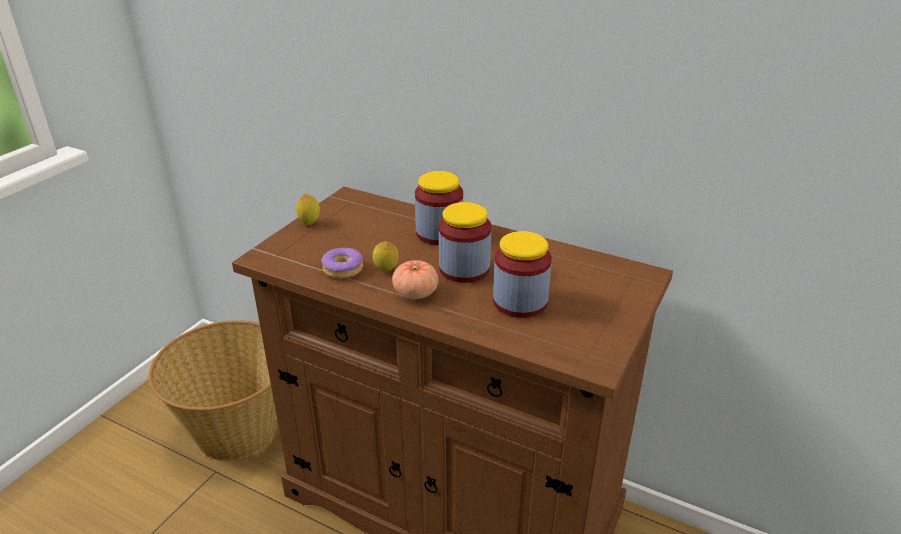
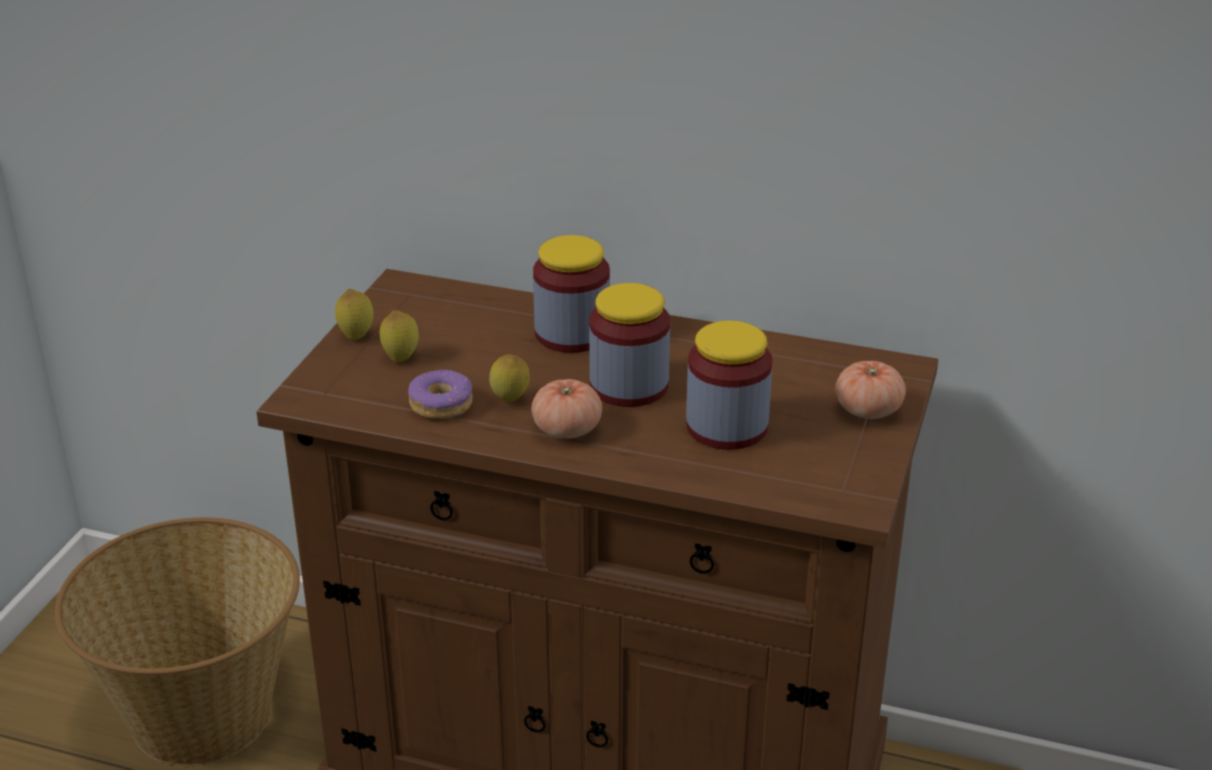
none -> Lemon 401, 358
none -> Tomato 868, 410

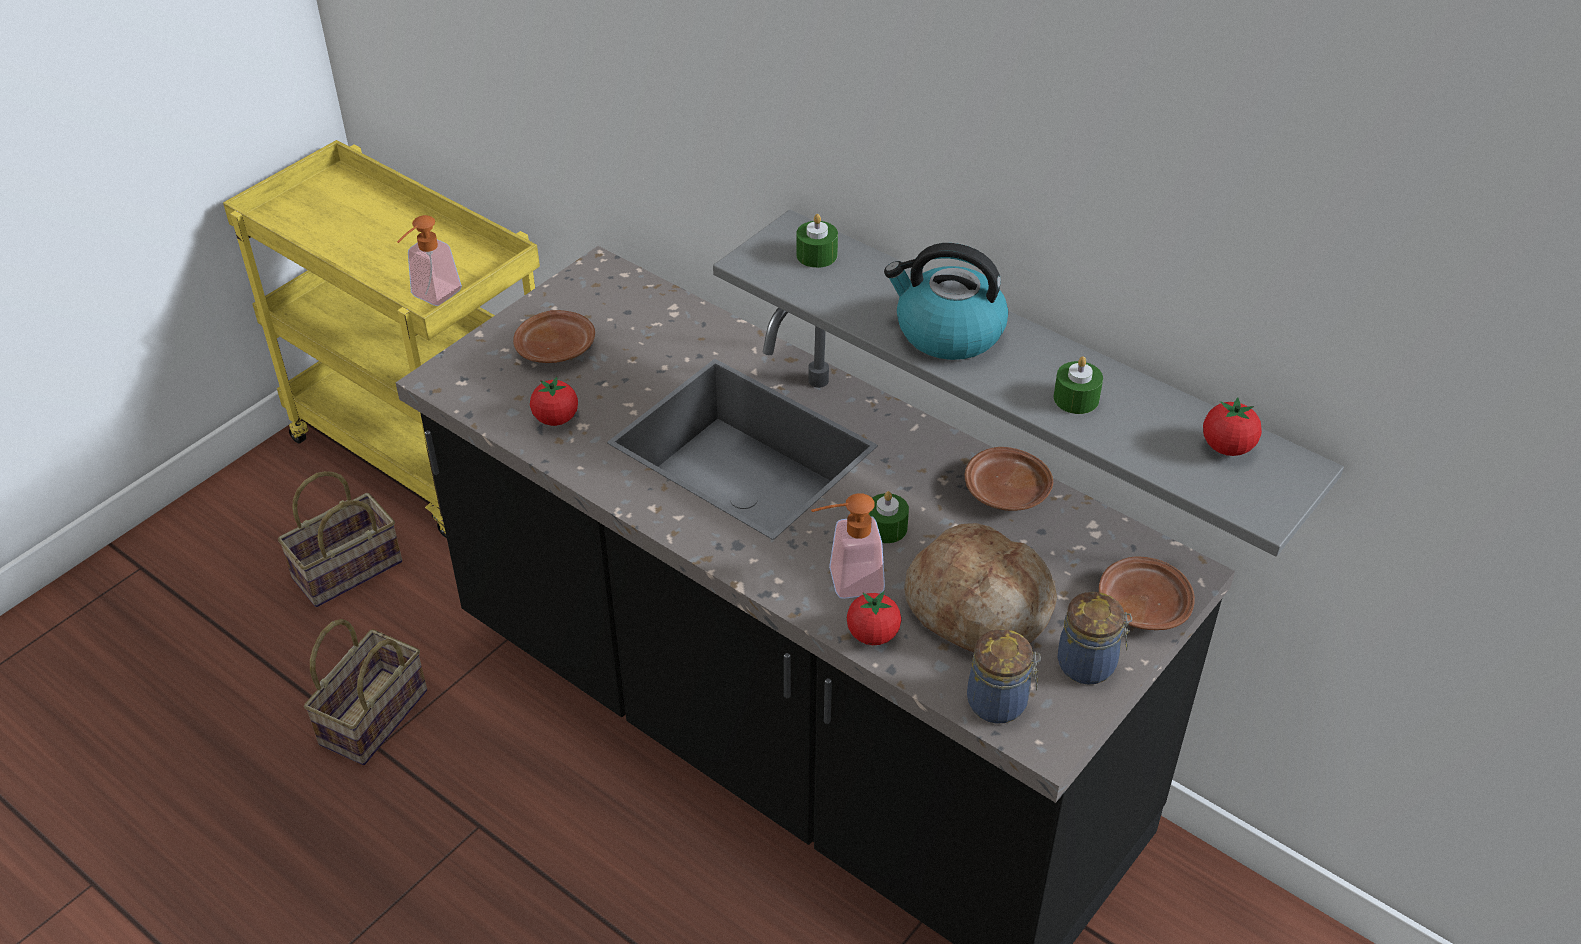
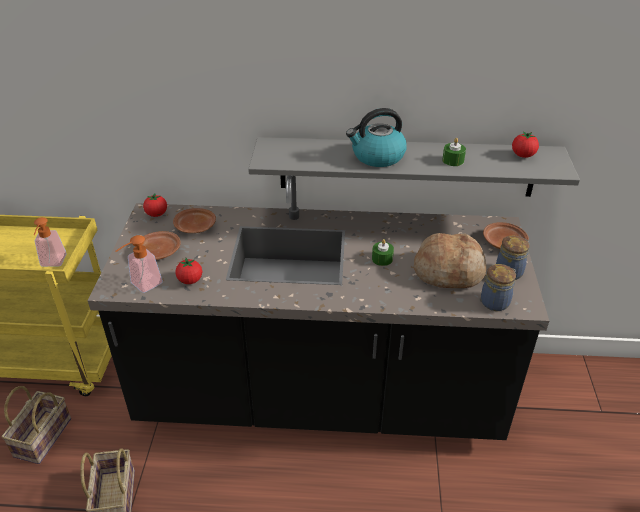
GreenCandle 816, 255 -> none
SoapDispenser 845, 582 -> SoapDispenser 142, 286, move
Tomato 873, 634 -> Tomato 156, 214, move
BrownPlate 1007, 492 -> BrownPlate 196, 227, move

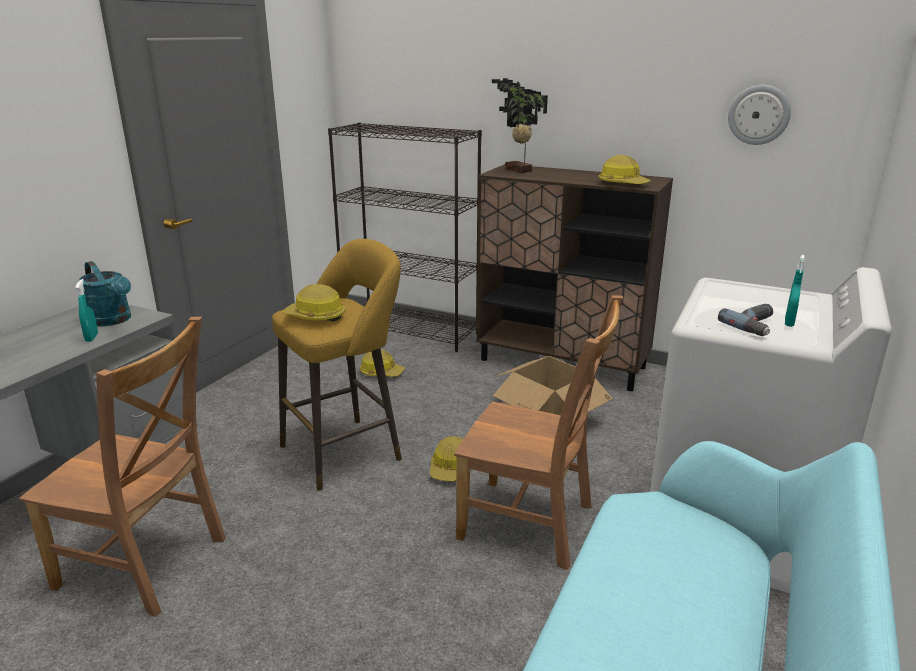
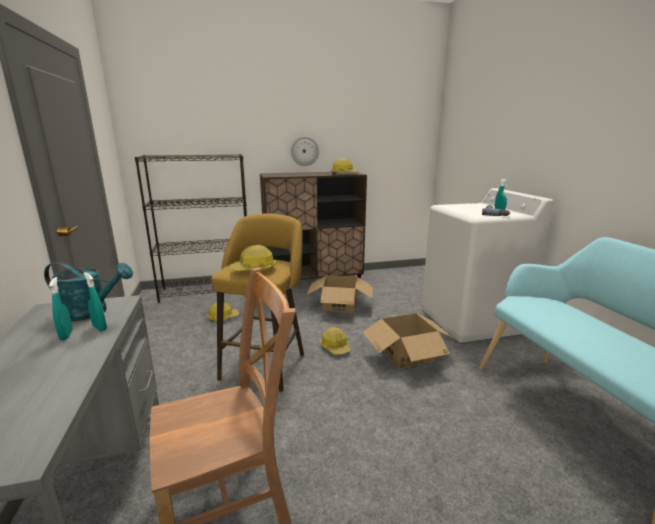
BrownChair 532, 524 -> CardboardBox 406, 354
PottedPlant 517, 170 -> none
WallClock 759, 115 -> WallClock 304, 151, move
none -> TurquoiseSprayBottle 66, 335

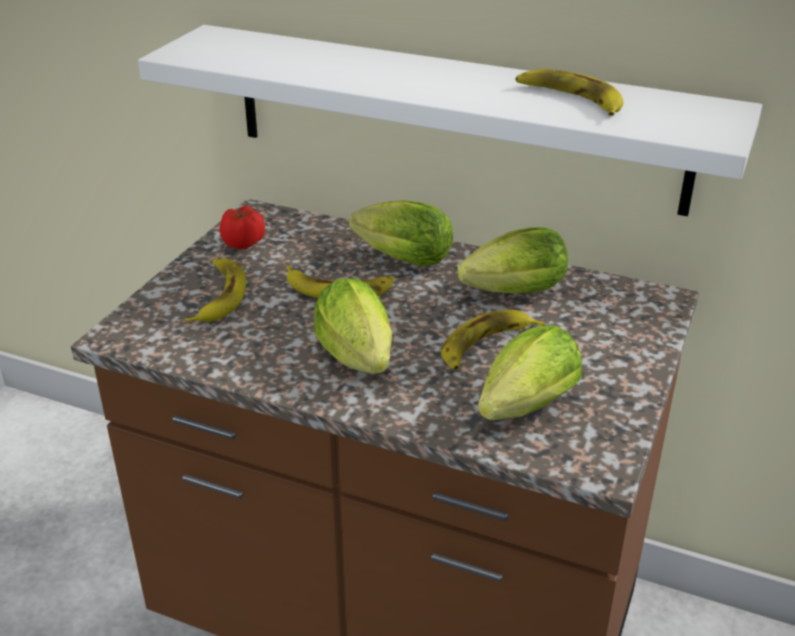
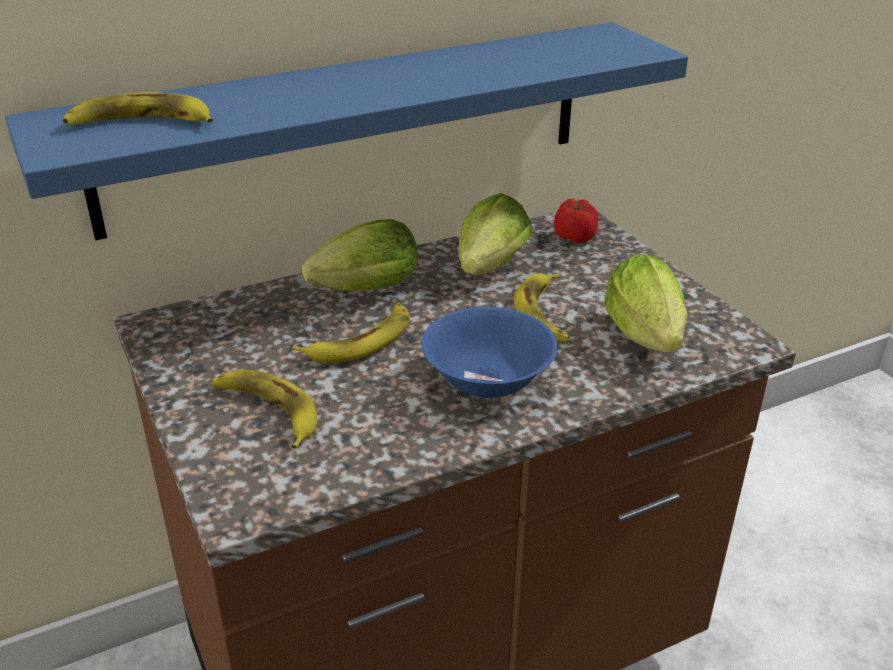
WhiteShelf 454, 117 -> BlueShelf 350, 126
Tomato 244, 243 -> Tomato 575, 236, move
Lettuce 359, 361 -> BlueBowl 487, 382
Banana 570, 99 -> Banana 141, 123, move

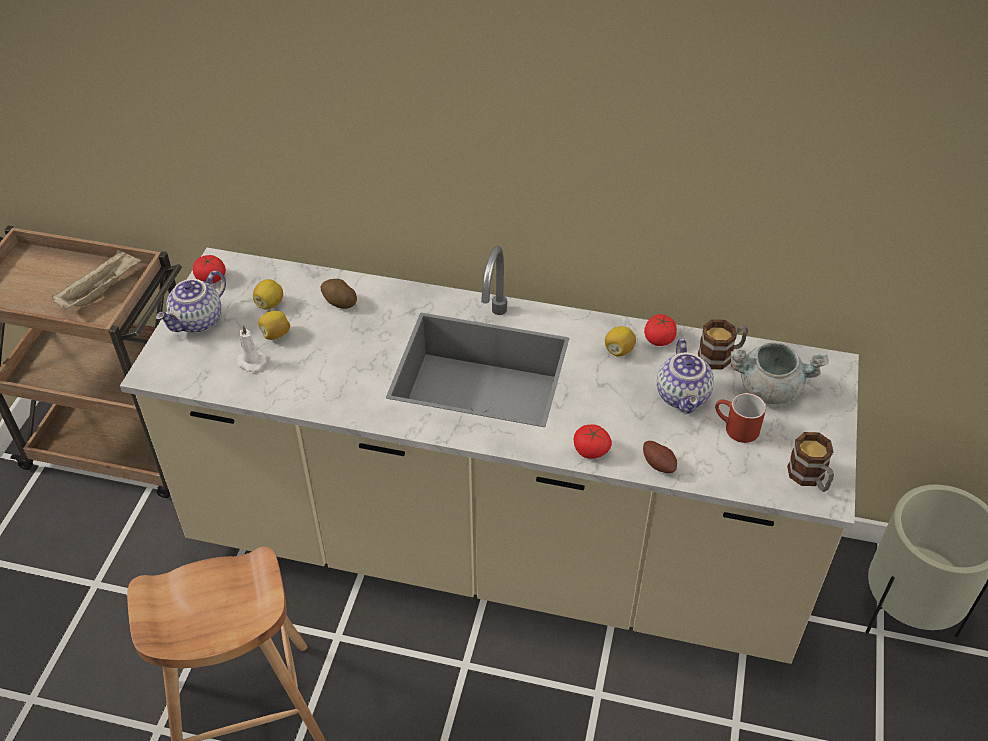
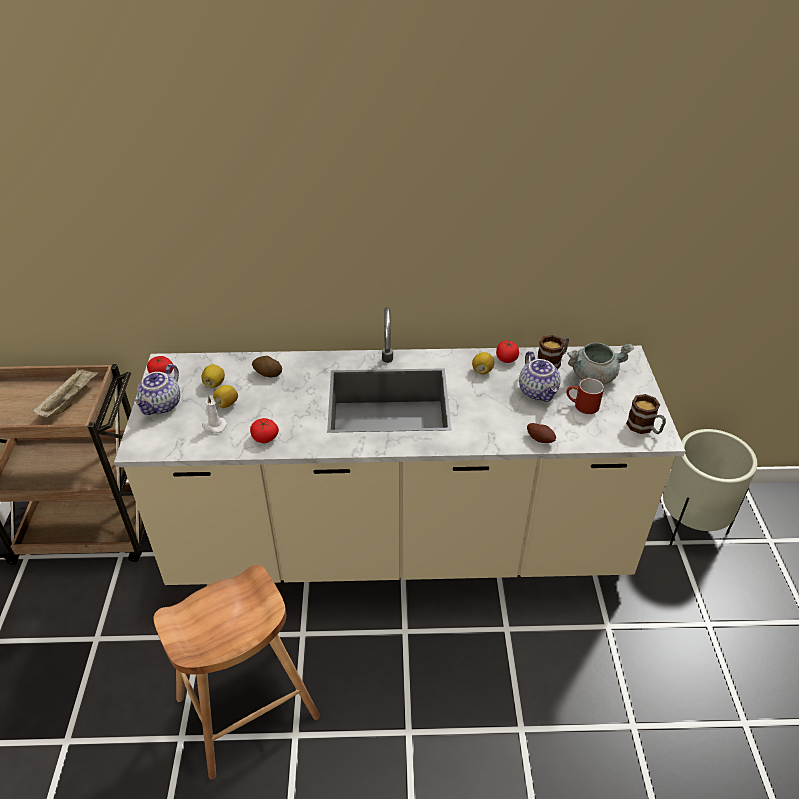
Tomato 591, 450 -> Tomato 265, 437, move

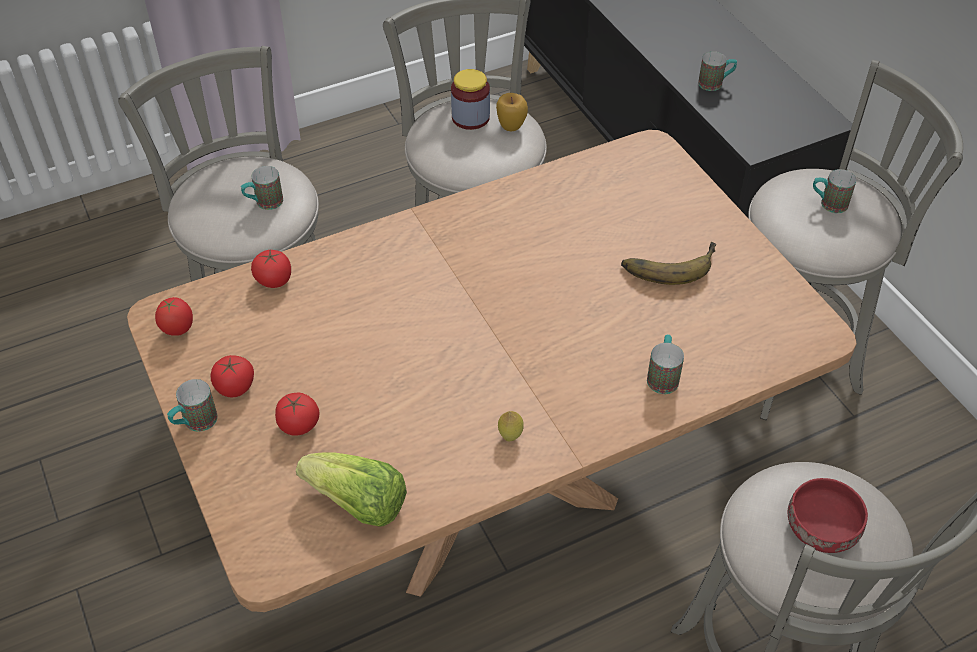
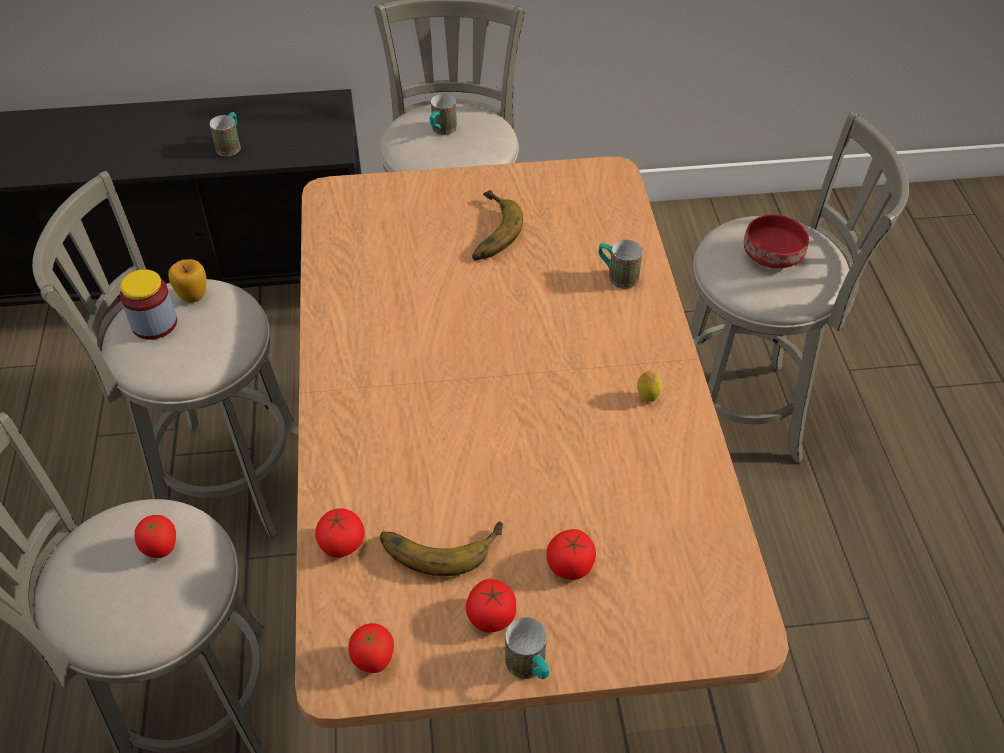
Mug 264, 203 -> Tomato 161, 549
Lettuce 358, 504 -> none
none -> Banana 440, 541

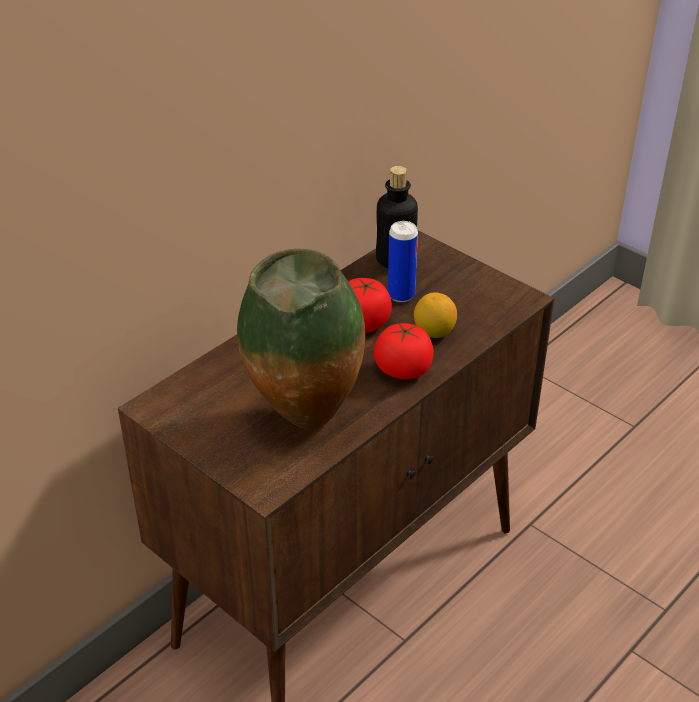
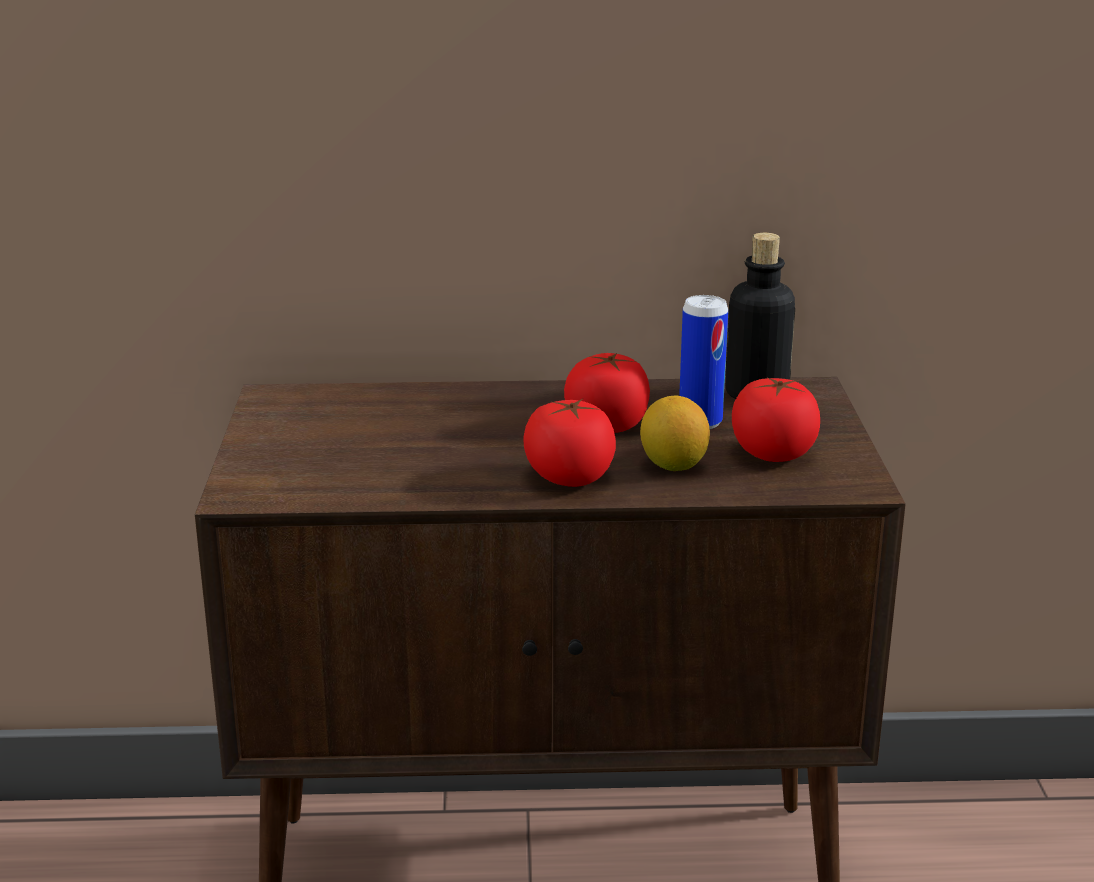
Vase 305, 423 -> none
none -> Tomato 773, 453

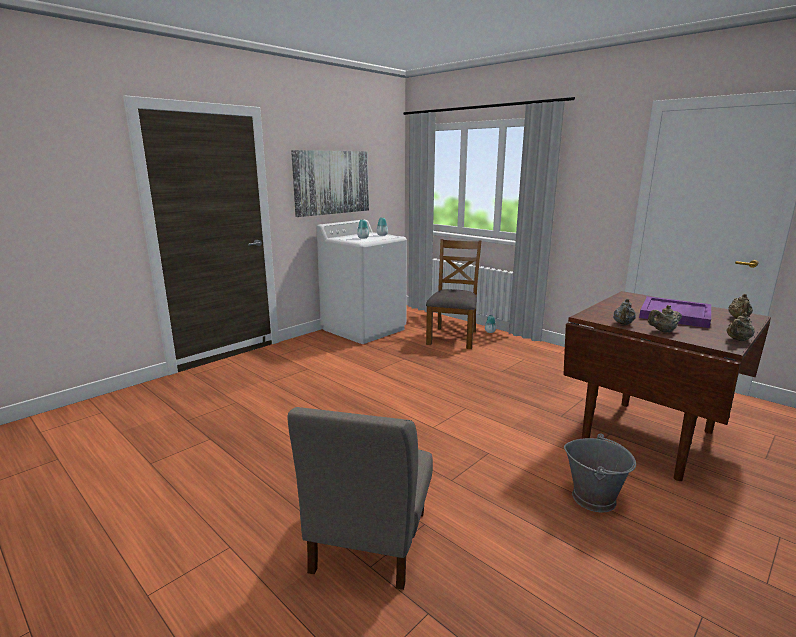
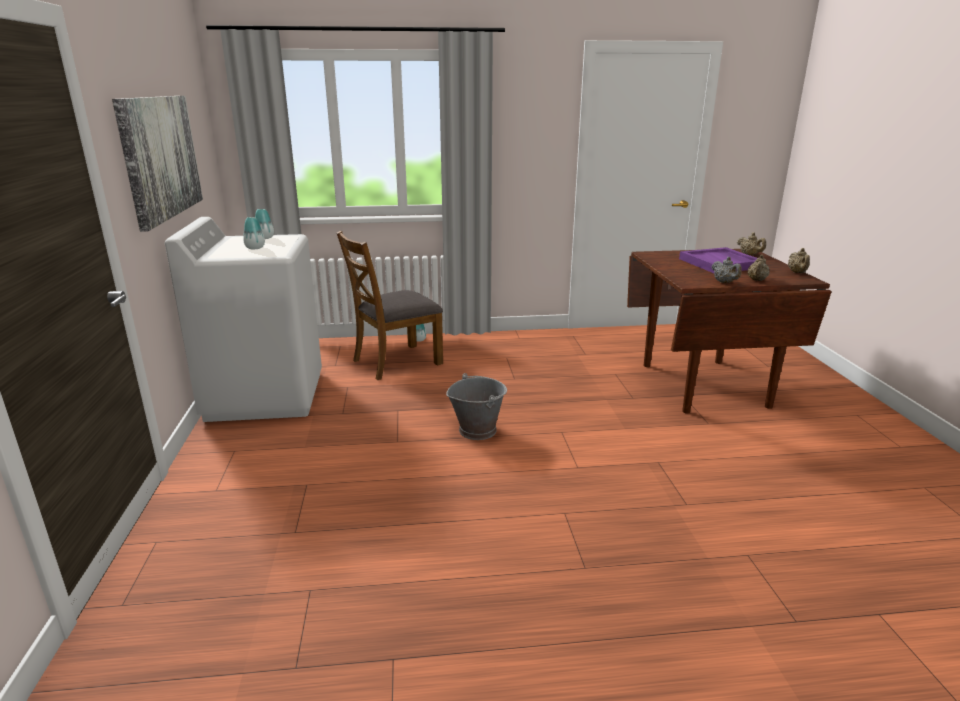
GreyChair 369, 541 -> none
BrownChair 453, 337 -> BrownChair 396, 362, 90 degrees counterclockwise
GreyBucket 594, 498 -> GreyBucket 477, 430, move

